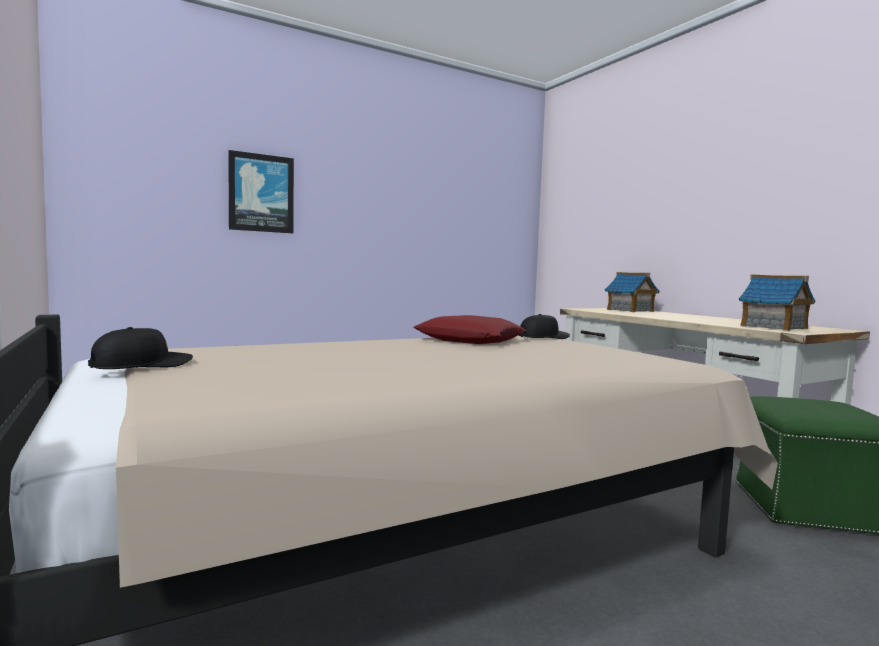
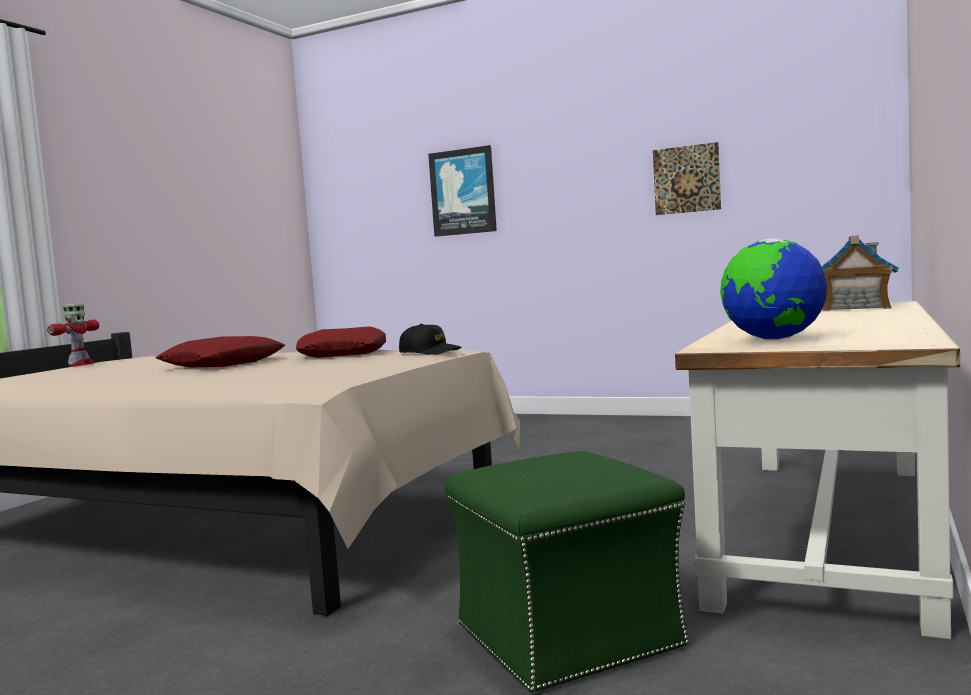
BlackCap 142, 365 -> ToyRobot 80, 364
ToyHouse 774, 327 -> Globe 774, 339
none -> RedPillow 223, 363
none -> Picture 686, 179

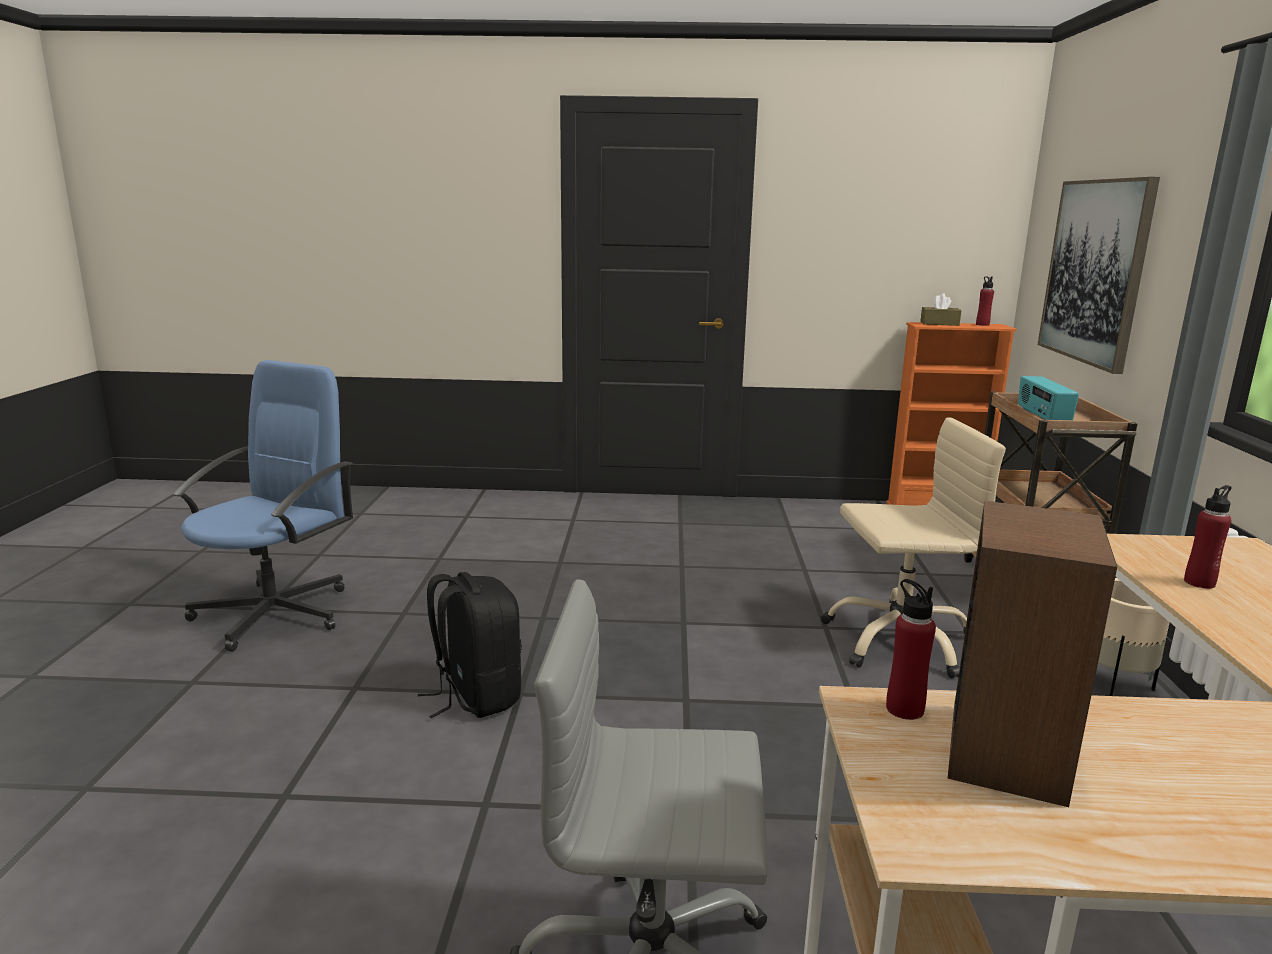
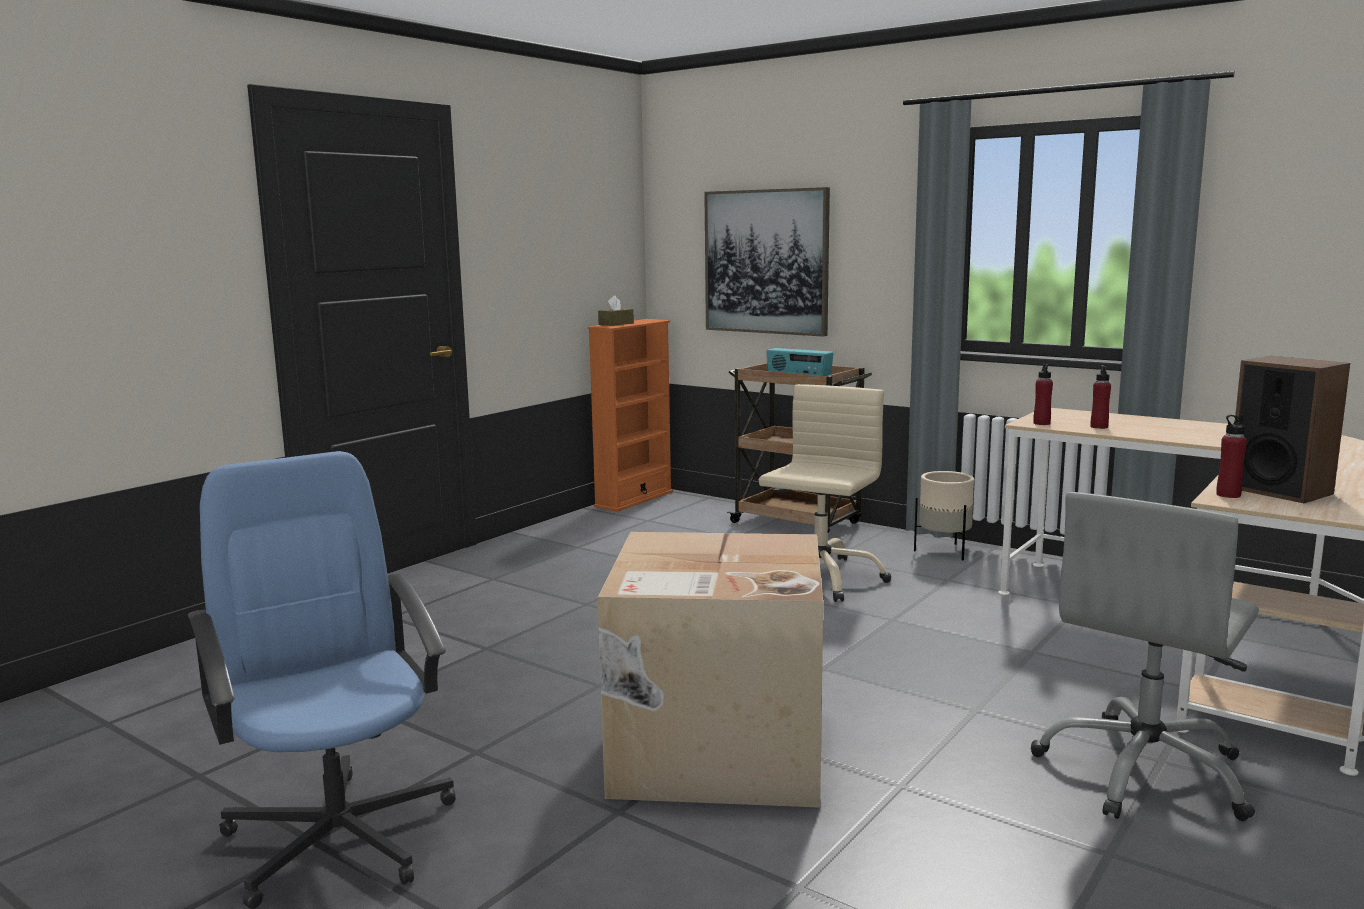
BlackBackpack 476, 696 -> CardboardBox 714, 751
RedBottle 982, 325 -> RedBottle 1041, 423, move

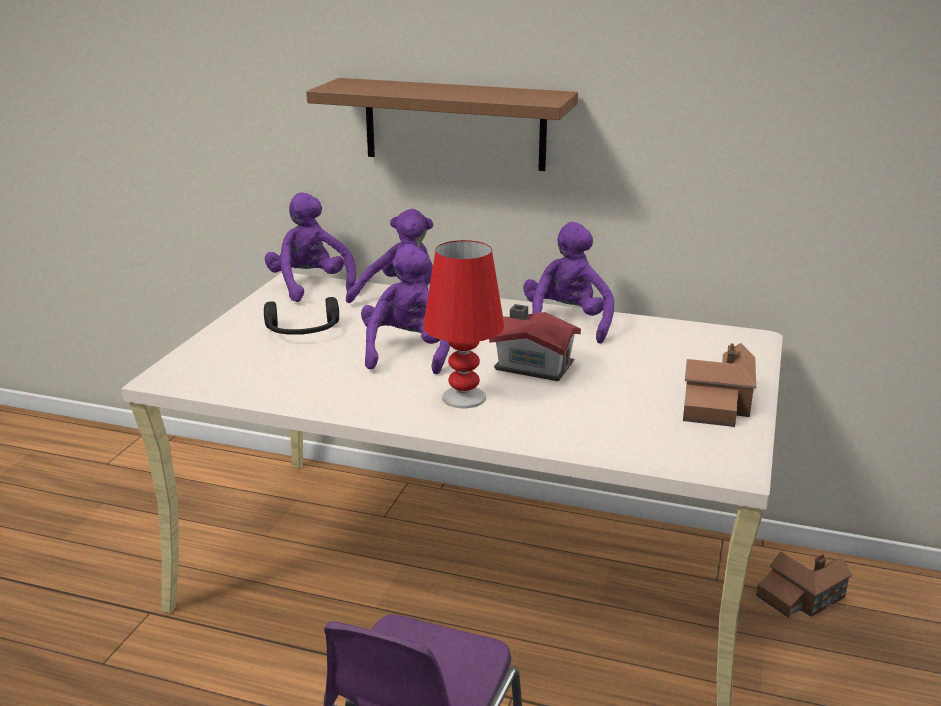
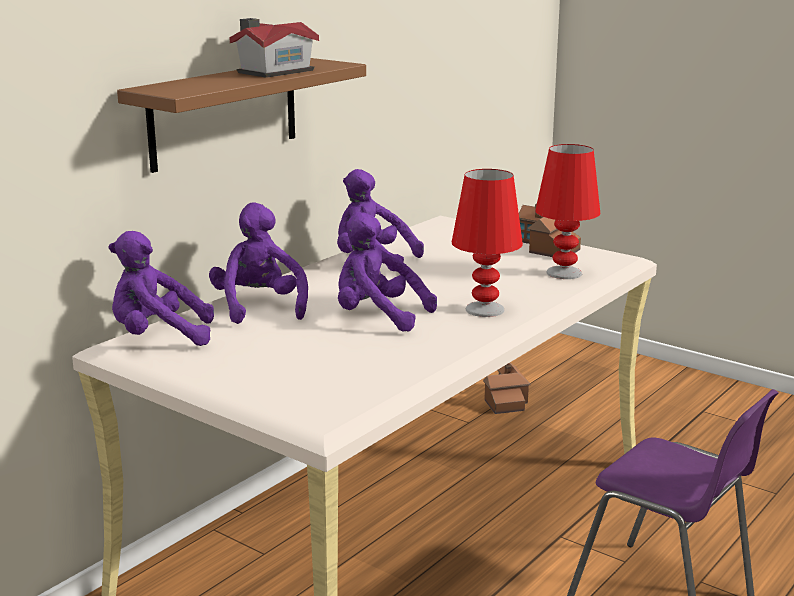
BlackHeadphones 303, 332 -> none
ToyHouse 533, 365 -> ToyHouse 272, 71, move
none -> RedTableLamp 564, 273

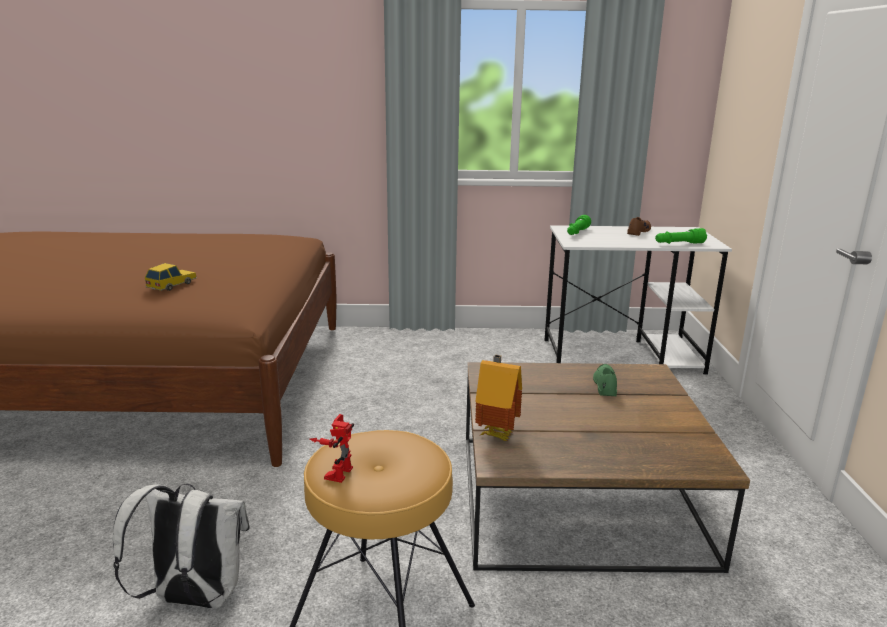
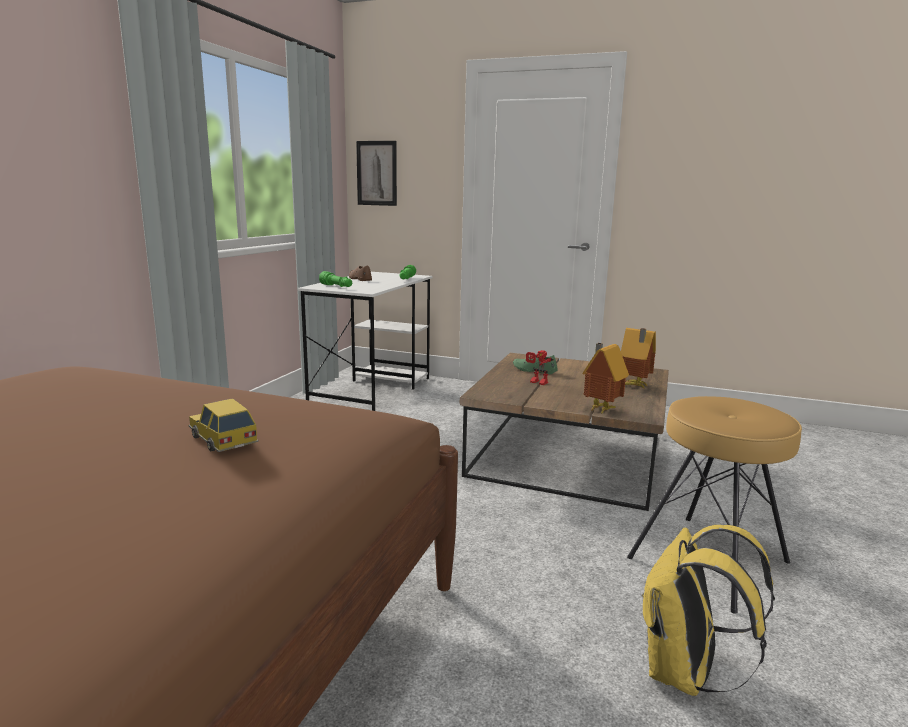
WhiteBackpack 194, 598 -> YellowBackpack 684, 673
ToyRobot 336, 471 -> ToyRobot 536, 382, move
none -> Picture 377, 173
none -> ToyHouse 634, 386

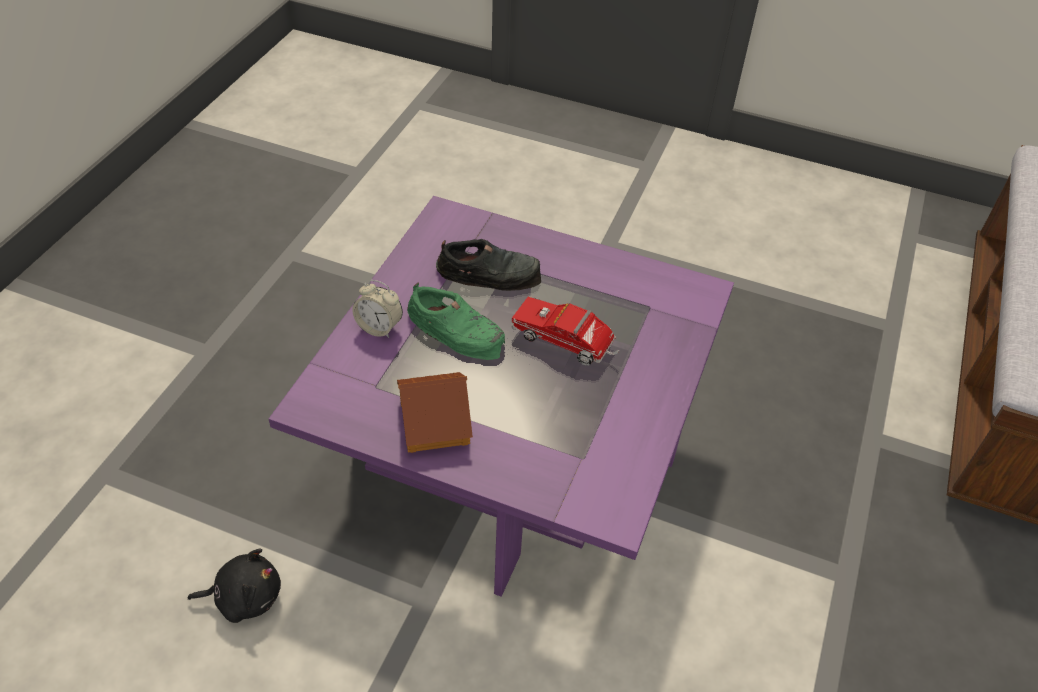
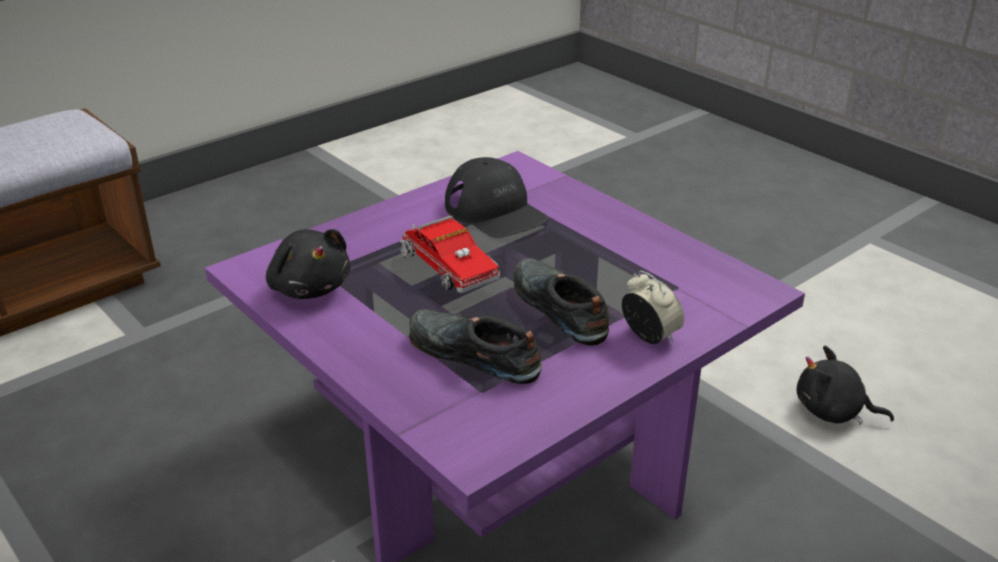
ToyHouse 436, 422 -> none
GreenShoe 457, 331 -> BlackShoe 558, 308
none -> BlackPlushToy 309, 287
none -> BlackCap 496, 211

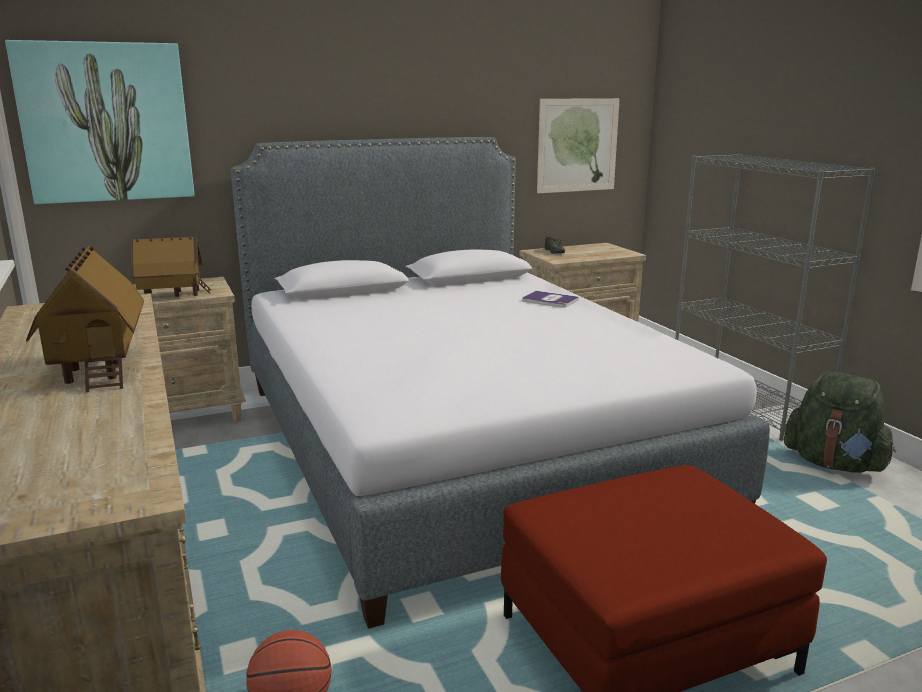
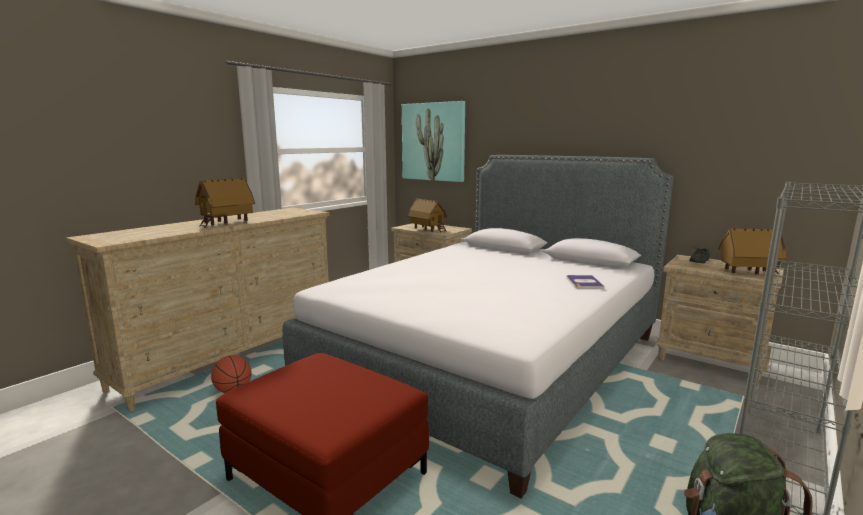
Picture 577, 145 -> none
none -> ToyHouse 748, 272

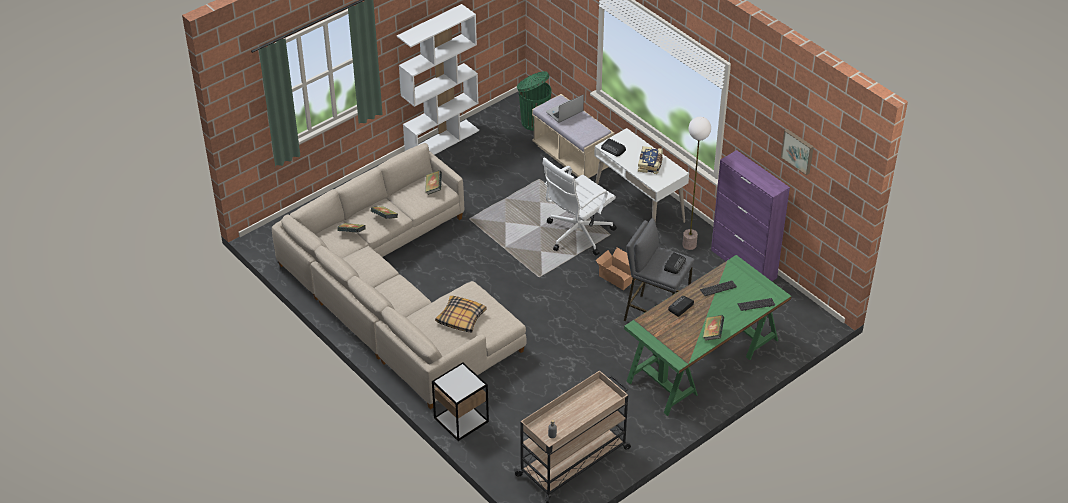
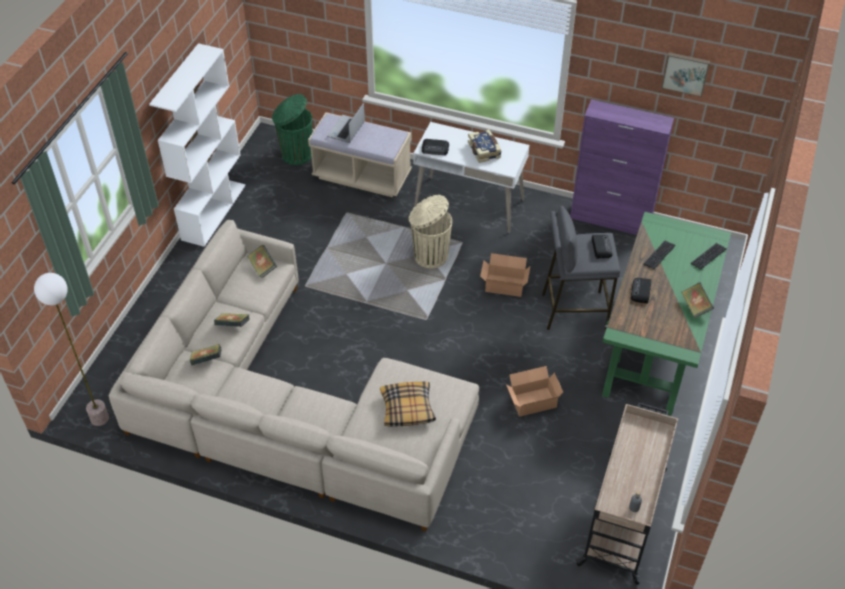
SideTable 461, 420 -> none
WhiteOfficeChair 577, 234 -> BeigeTrashCan 429, 256
FloorLamp 689, 245 -> FloorLamp 99, 418, move
none -> CardboardBox 531, 400

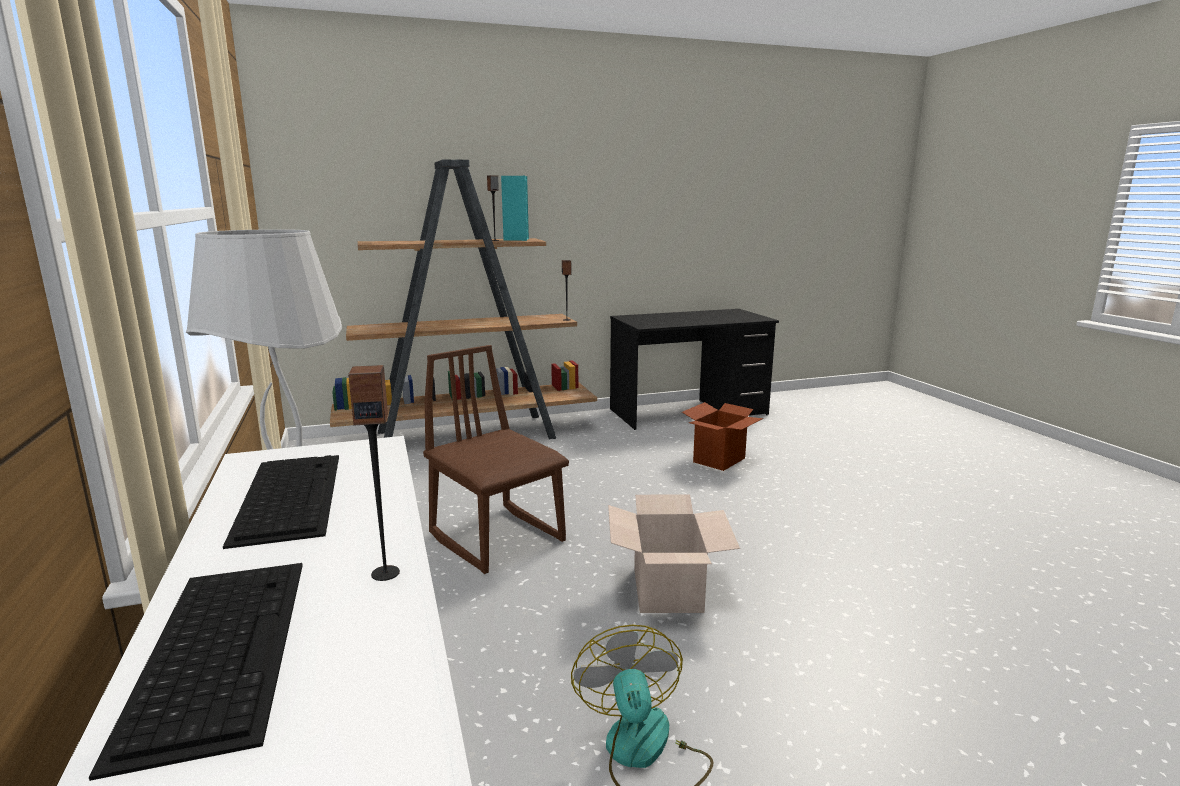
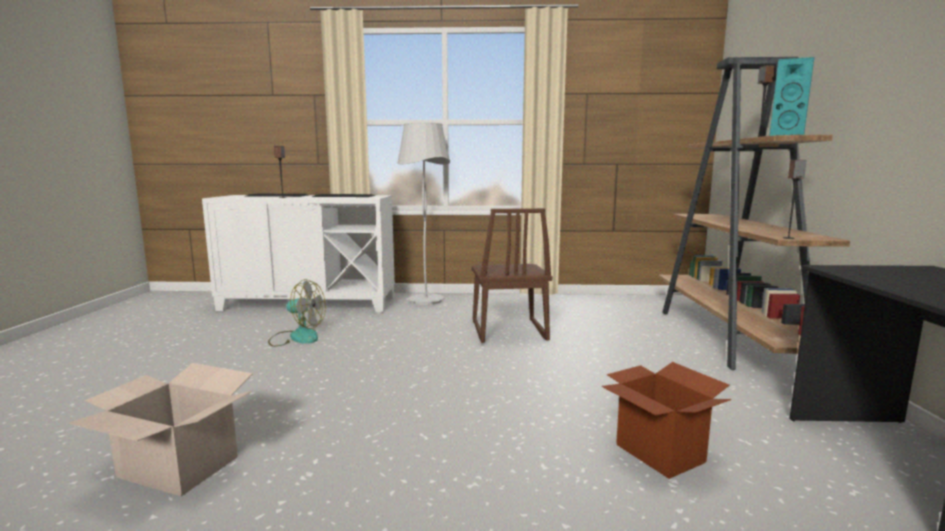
BrownChair 498, 537 -> BrownChair 507, 332, 105 degrees clockwise
CardboardBox 666, 589 -> CardboardBox 179, 466, move

